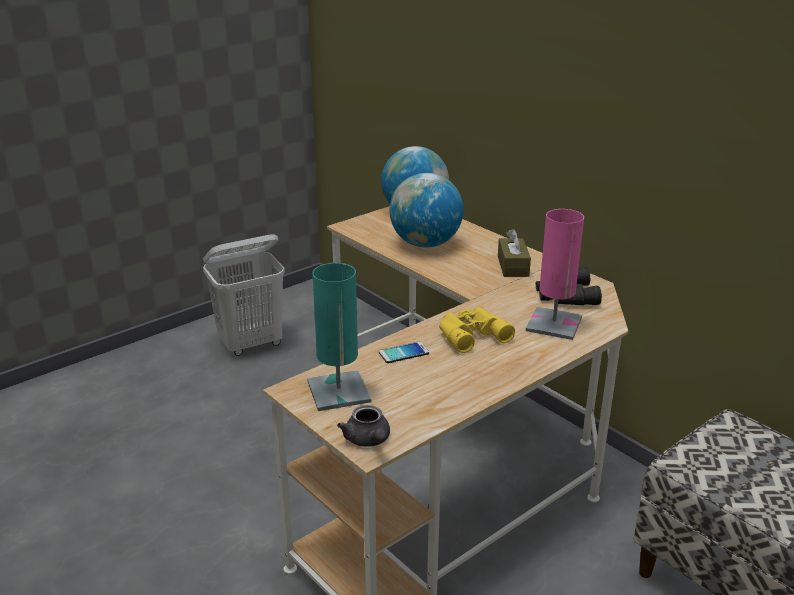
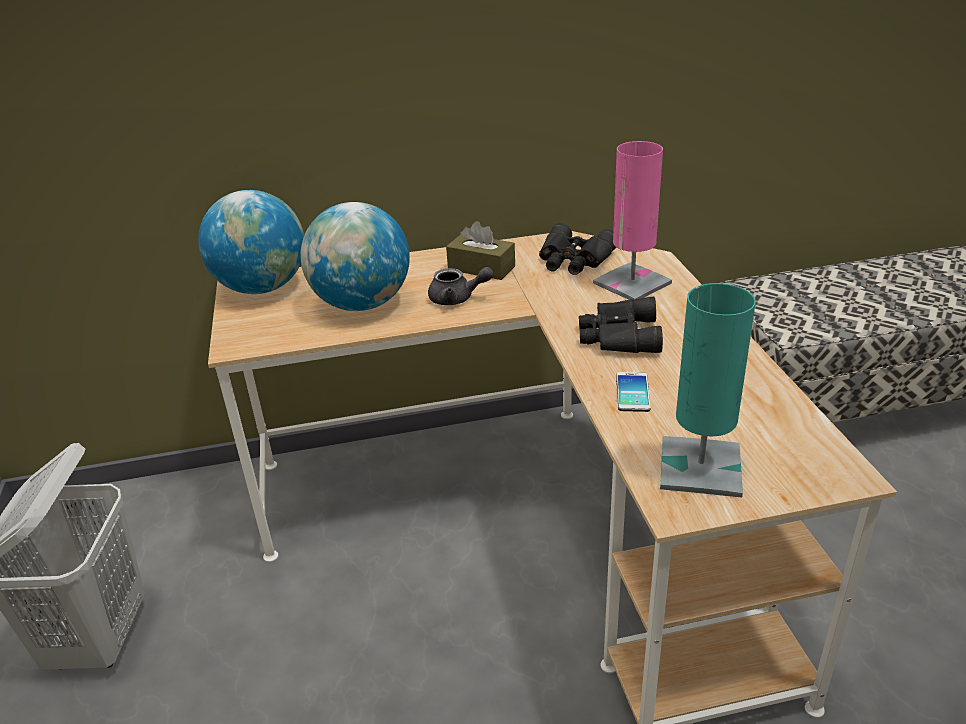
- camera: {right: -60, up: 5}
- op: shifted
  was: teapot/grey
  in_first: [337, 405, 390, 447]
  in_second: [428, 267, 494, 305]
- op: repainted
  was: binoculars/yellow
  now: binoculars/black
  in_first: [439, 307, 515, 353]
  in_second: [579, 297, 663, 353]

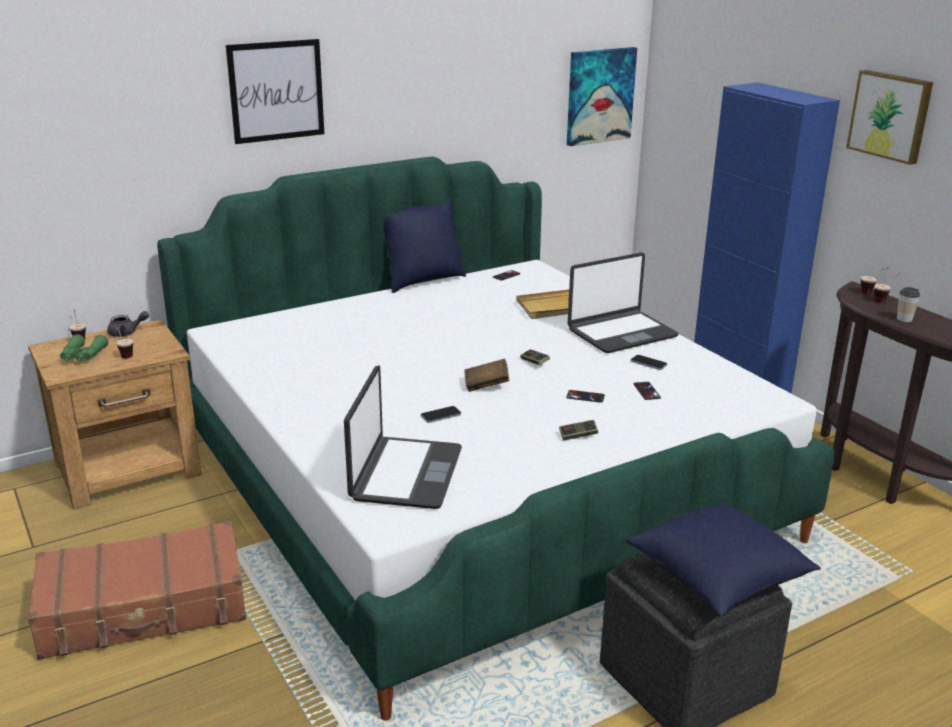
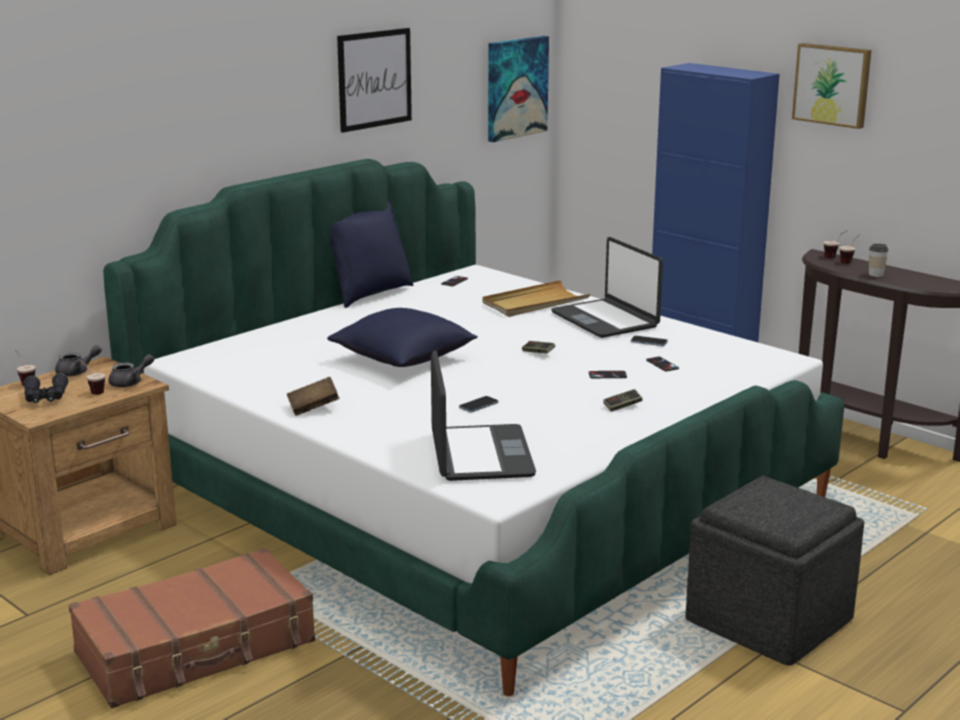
- camera: {right: -15, up: -5}
- op: repainted
  was: binoculars/green
  now: binoculars/black
  in_first: [60, 334, 108, 362]
  in_second: [24, 373, 69, 403]
- op: new
  now: teapot/grey
  in_second: [109, 354, 154, 387]
- op: shifted
  was: book/brown
  in_first: [464, 359, 509, 392]
  in_second: [287, 377, 339, 416]
- op: shifted
  was: pillow/blue
  in_first: [625, 503, 821, 616]
  in_second: [327, 308, 478, 367]
- op: shifted
  was: picture
  in_first: [226, 39, 324, 144]
  in_second: [337, 28, 412, 133]
- op: rotated
  was: laptop
  in_first: [567, 252, 679, 353]
  in_second: [551, 237, 663, 338]
  clockwise: 105

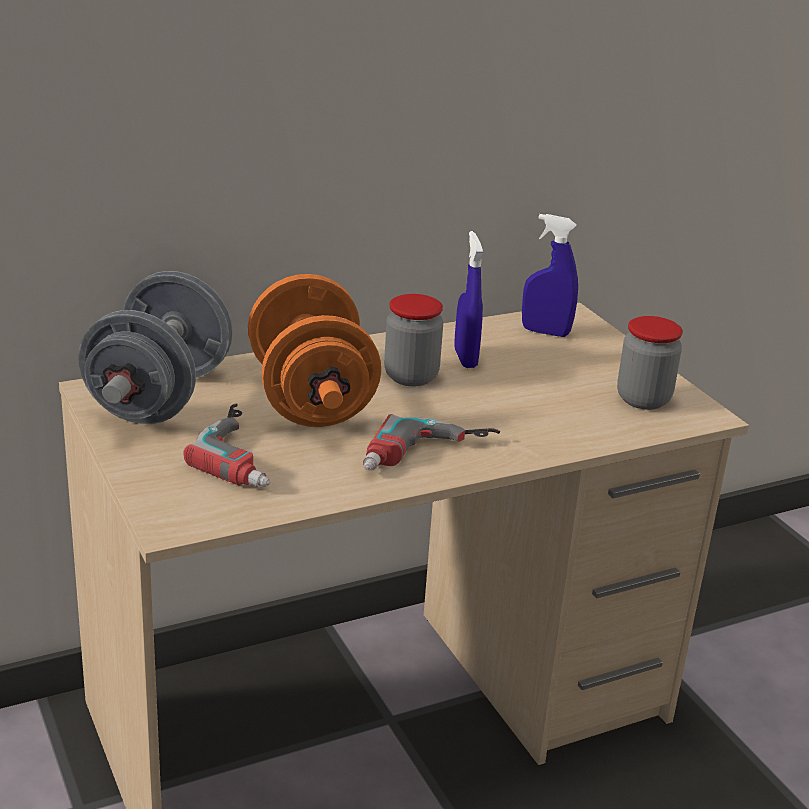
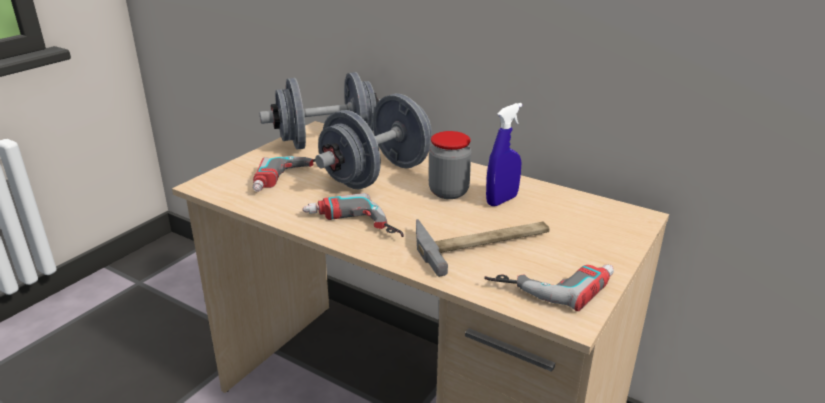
- camera: {right: 60, up: 0}
- op: repainted
  was: dumbbell/orange
  now: dumbbell/grey
  in_first: [248, 274, 381, 427]
  in_second: [315, 94, 432, 190]
- op: new
  now: hammer
  in_second: [416, 219, 550, 277]
- op: swapped
  was: jar
  now: power drill
  in_first: [617, 316, 683, 410]
  in_second: [484, 264, 614, 311]
- op: gone
  was: spray bottle/blue
  in_first: [522, 214, 578, 337]

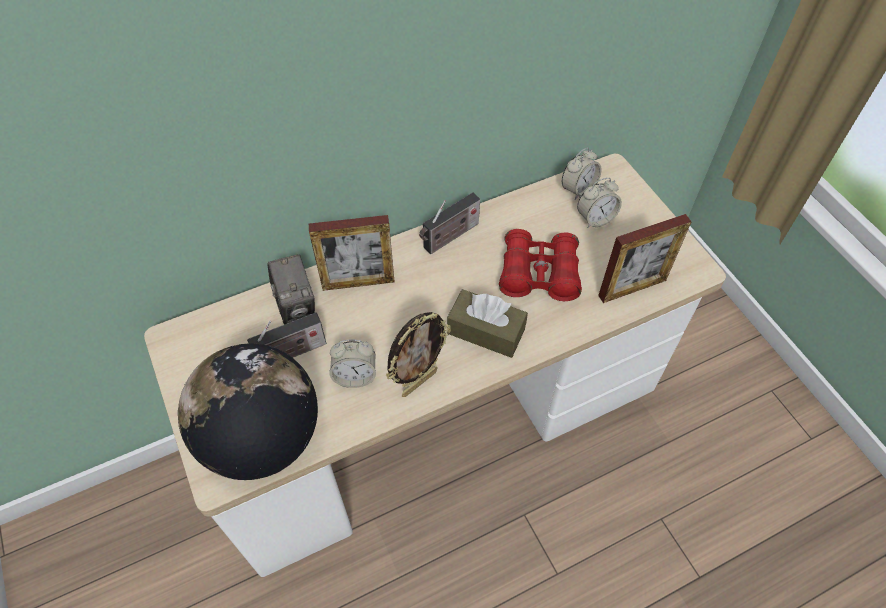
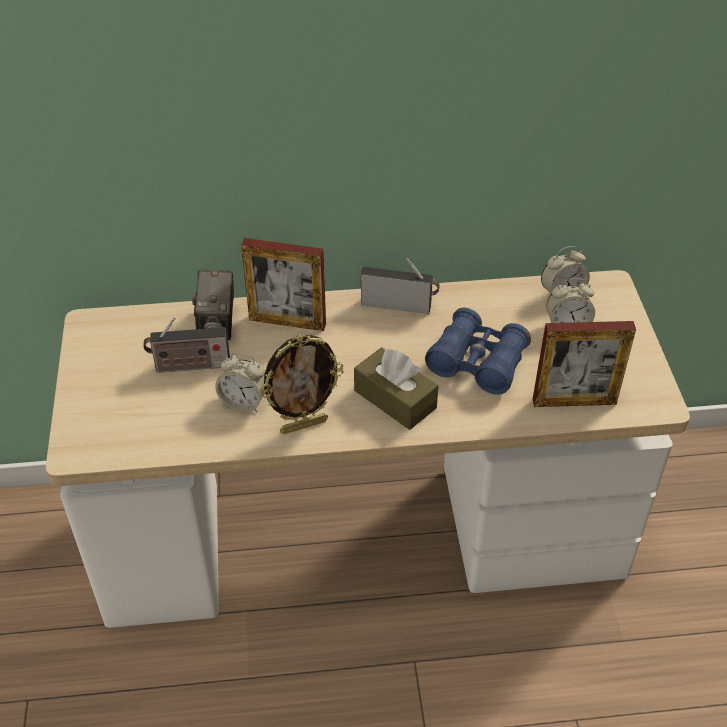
- camera: {right: 20, up: -10}
- op: rotated
  was: radio
  in_first: [419, 192, 480, 254]
  in_second: [361, 258, 440, 314]
  clockwise: -150
- op: repainted
  was: binoculars/red
  now: binoculars/blue
  in_first: [499, 229, 582, 301]
  in_second: [425, 308, 531, 395]
- op: gone
  was: globe
  in_first: [178, 343, 318, 480]

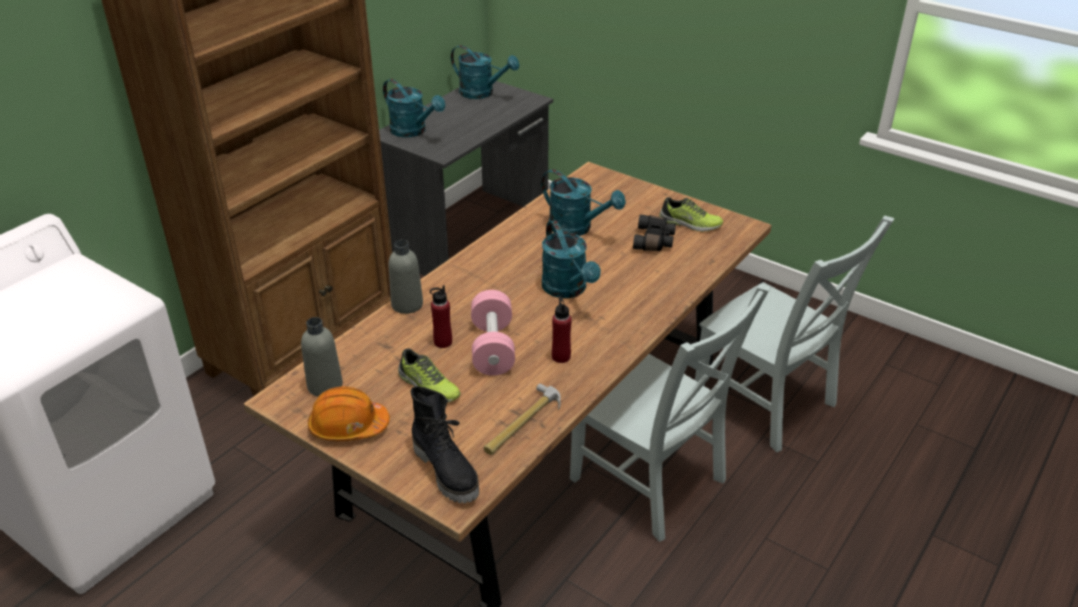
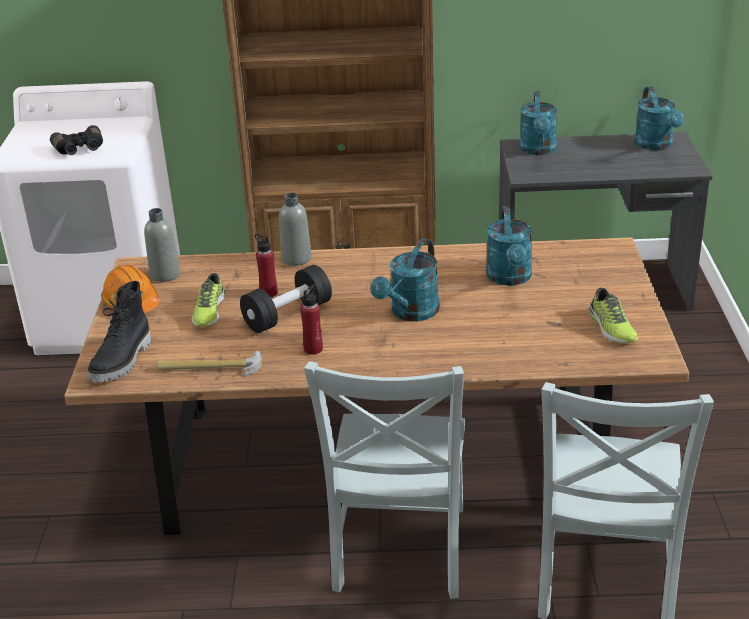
- camera: {right: 55, up: -5}
- op: shifted
  was: binoculars/black
  in_first: [633, 215, 676, 251]
  in_second: [50, 125, 103, 155]
- op: repainted
  was: dumbbell/pink
  now: dumbbell/black
  in_first: [471, 290, 515, 376]
  in_second: [240, 265, 332, 333]

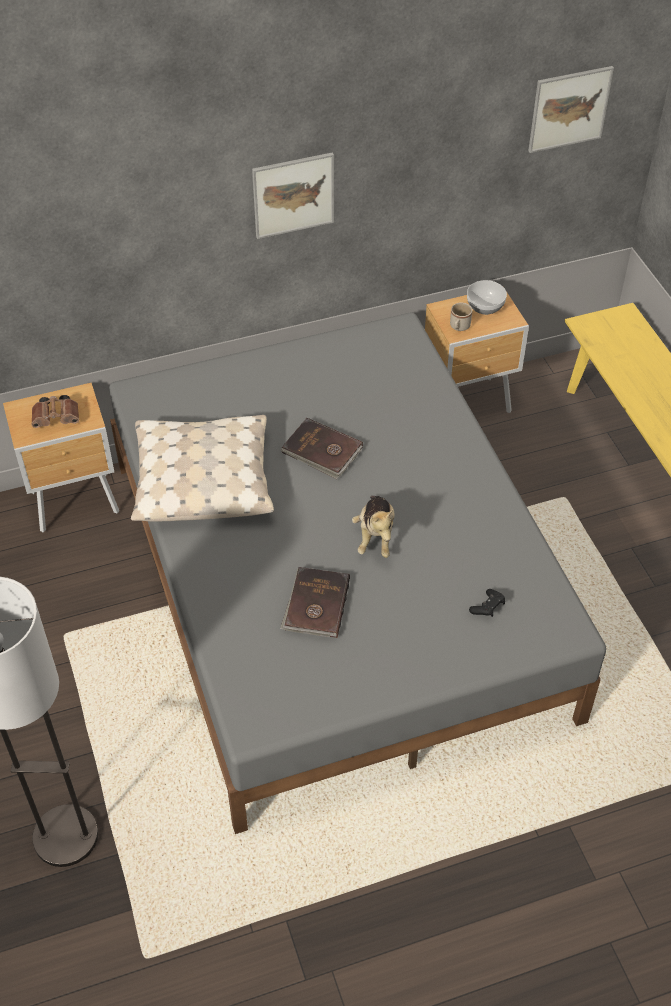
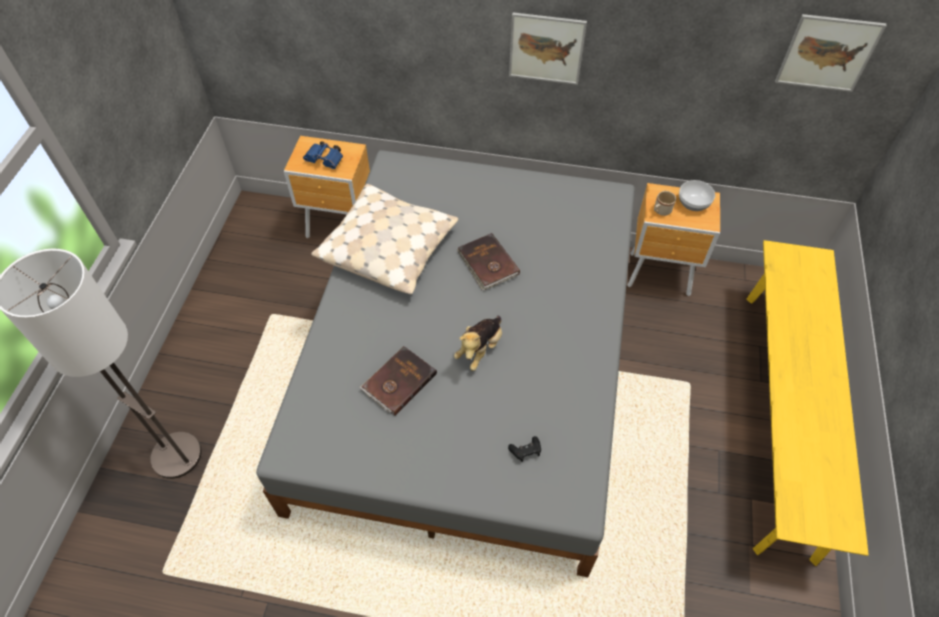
- camera: {right: 30, up: 5}
- op: repainted
  was: binoculars/brown
  now: binoculars/blue
  in_first: [31, 395, 79, 428]
  in_second: [303, 141, 343, 169]

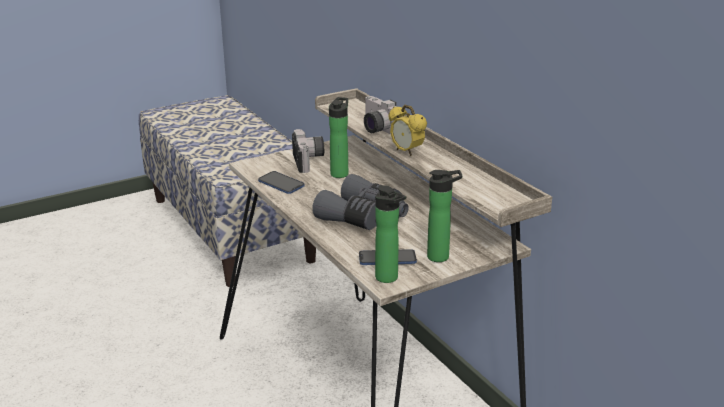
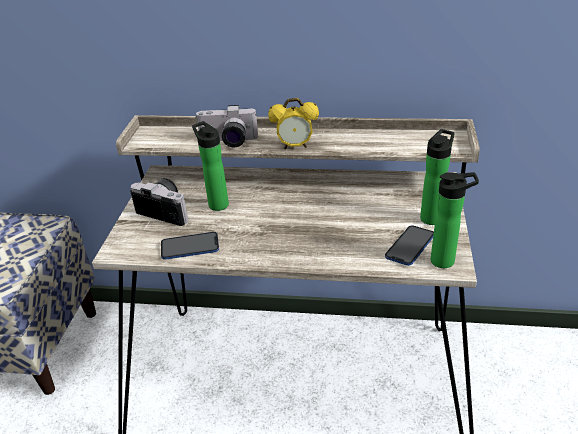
- camera: {right: -50, up: 10}
- op: gone
  was: binoculars/grey
  in_first: [312, 174, 409, 230]

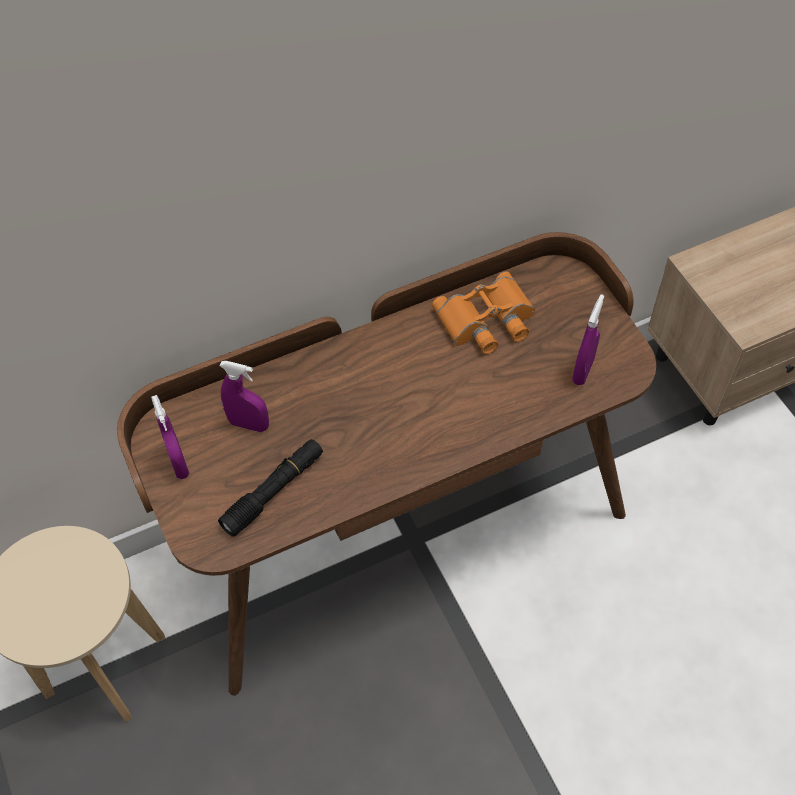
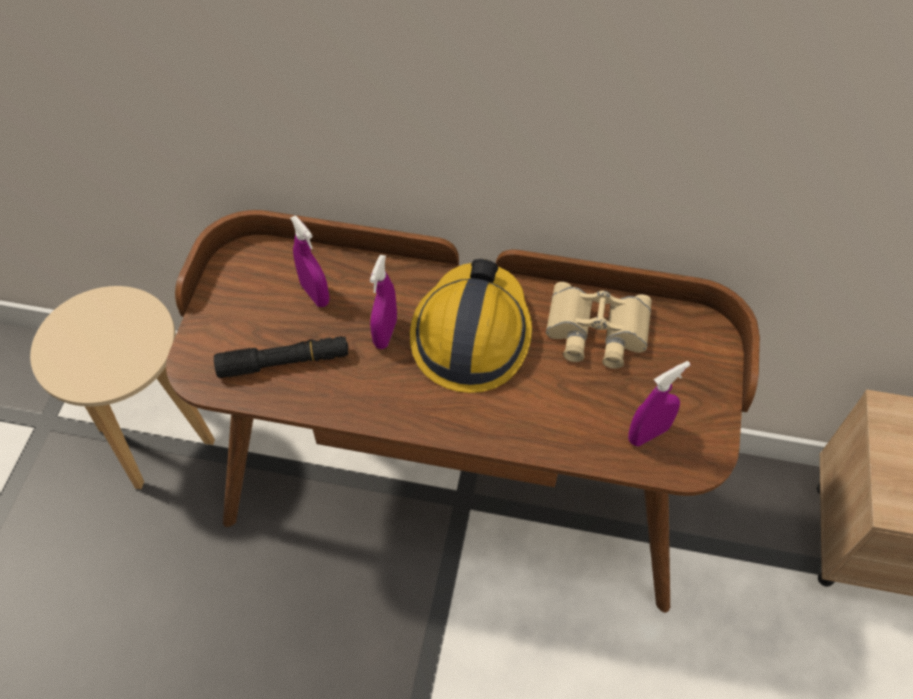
- camera: {right: 35, up: 0}
- op: shifted
  was: spray bottle/purple
  in_first: [151, 395, 189, 479]
  in_second: [370, 255, 397, 349]
- op: new
  now: hard hat
  in_second: [410, 259, 532, 393]
- op: repainted
  was: binoculars/orange
  now: binoculars/beige
  in_first: [432, 271, 535, 354]
  in_second: [546, 282, 652, 369]

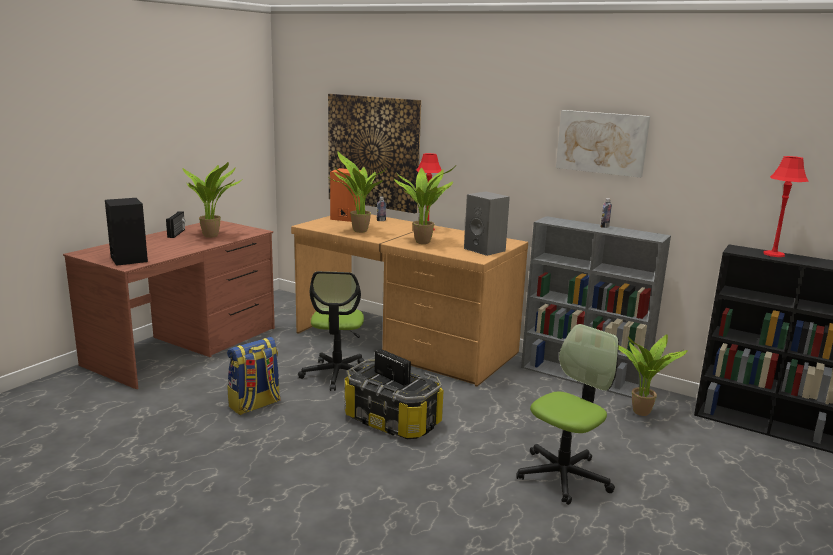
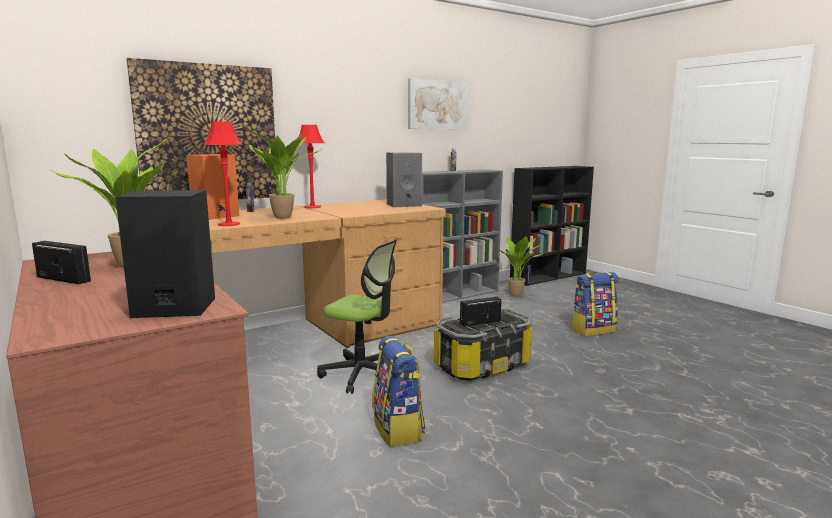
- camera: {right: -65, up: -5}
- op: shifted
  was: table lamp/red
  in_first: [763, 156, 809, 257]
  in_second: [203, 121, 243, 226]
- op: swapped
  was: office chair
  now: backpack
  in_first: [516, 324, 619, 505]
  in_second: [571, 272, 618, 336]
- op: gone
  was: potted plant
  in_first: [394, 164, 457, 244]

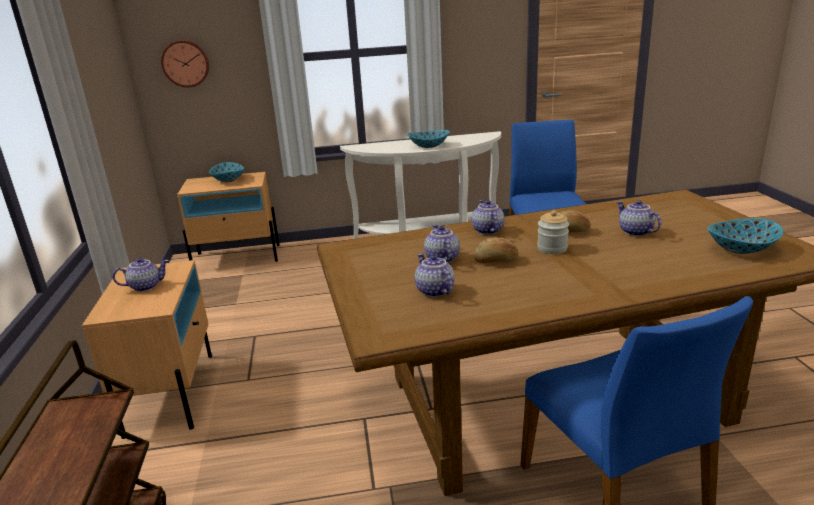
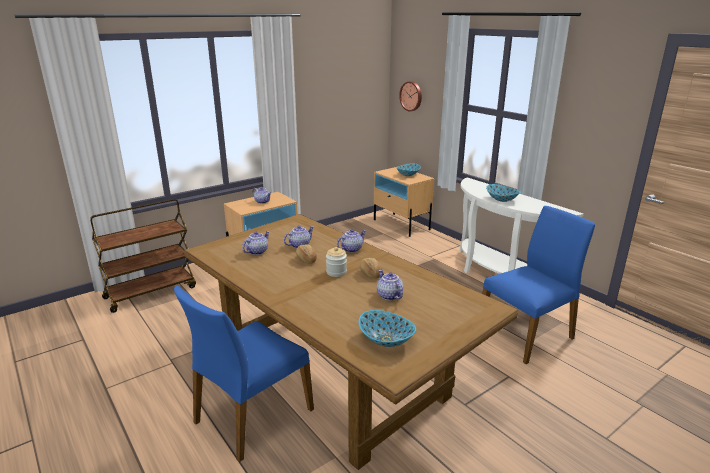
- camera: {right: 60, up: 0}
- op: rotated
  was: teapot
  in_first: [617, 200, 661, 236]
  in_second: [377, 270, 403, 300]
  clockwise: -60

